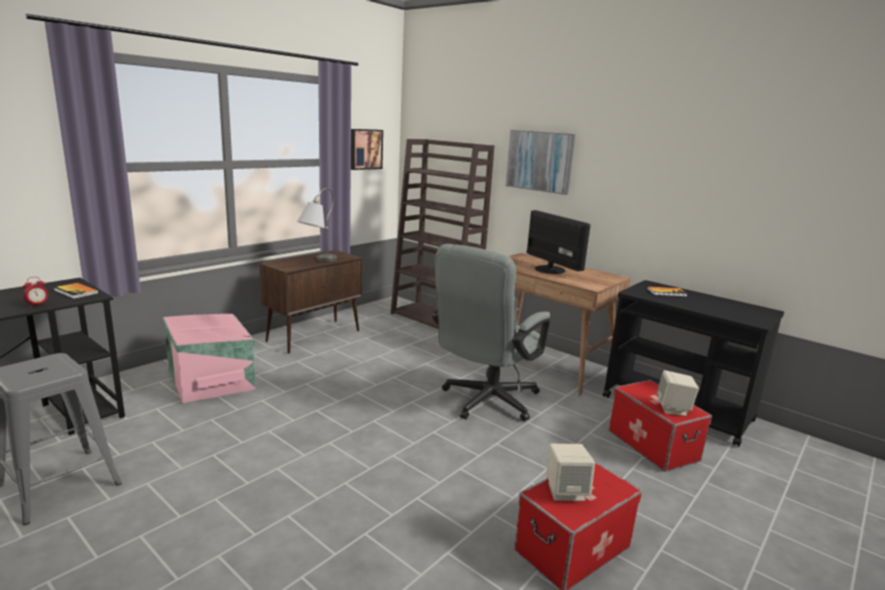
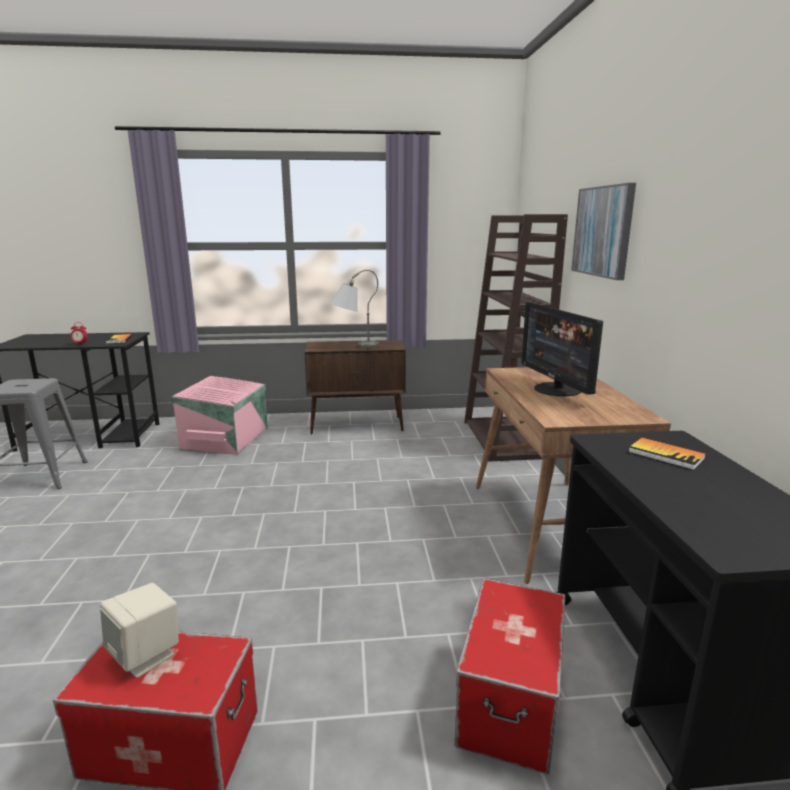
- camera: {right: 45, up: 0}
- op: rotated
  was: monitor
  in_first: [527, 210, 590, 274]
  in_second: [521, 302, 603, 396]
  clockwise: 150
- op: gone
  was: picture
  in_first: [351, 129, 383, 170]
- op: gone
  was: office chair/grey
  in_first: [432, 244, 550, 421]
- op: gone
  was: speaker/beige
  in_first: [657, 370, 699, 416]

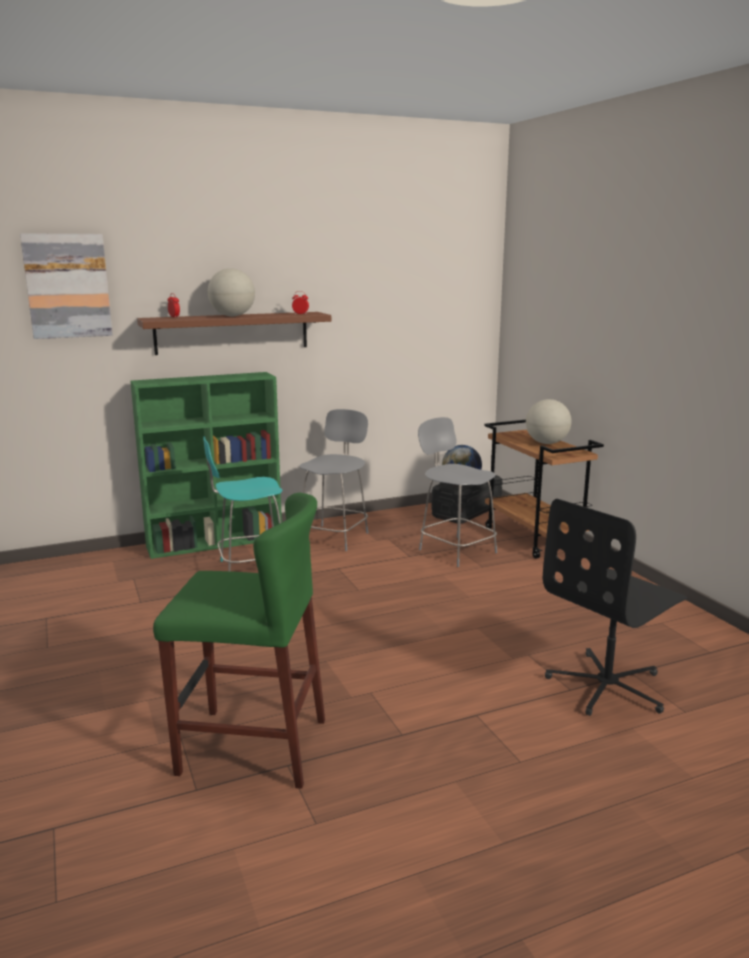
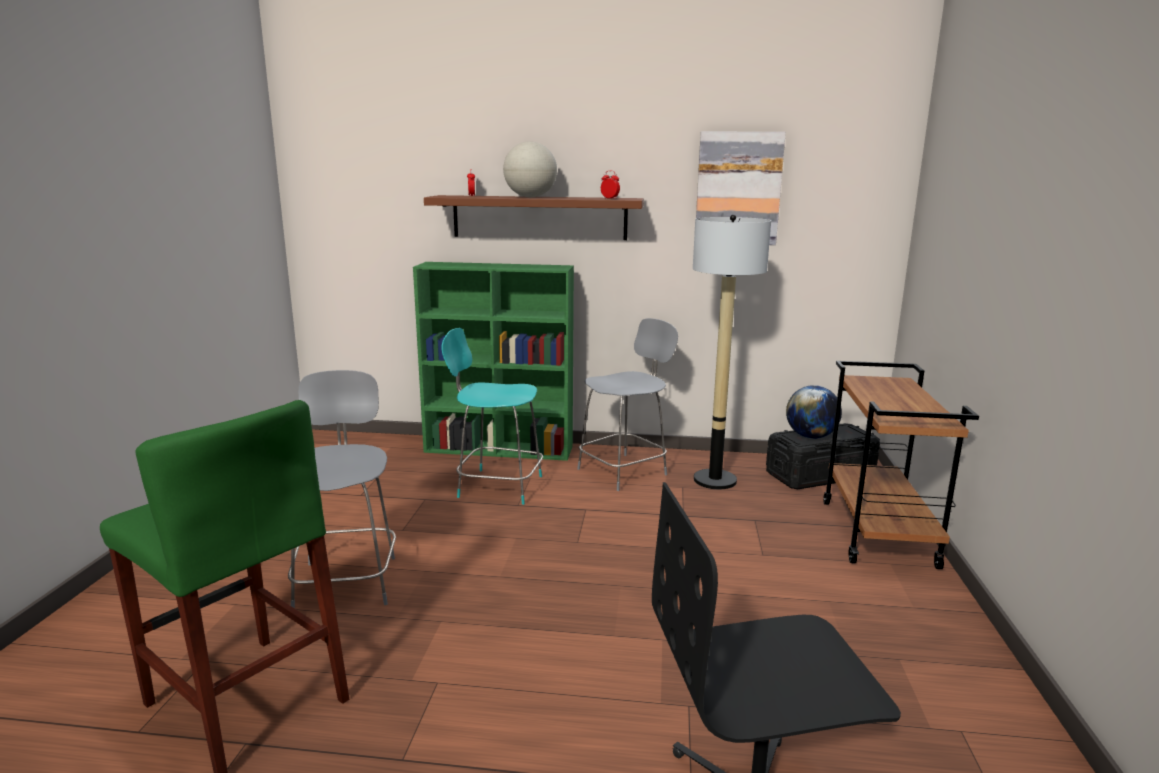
- camera: {right: 30, up: 0}
- op: shifted
  was: chair/grey
  in_first: [418, 417, 497, 567]
  in_second: [288, 370, 396, 608]
- op: new
  now: floor lamp
  in_second: [693, 215, 771, 489]
- op: shifted
  was: picture
  in_first: [20, 233, 113, 339]
  in_second: [696, 131, 786, 245]
- op: gone
  was: globe
  in_first: [526, 399, 571, 444]

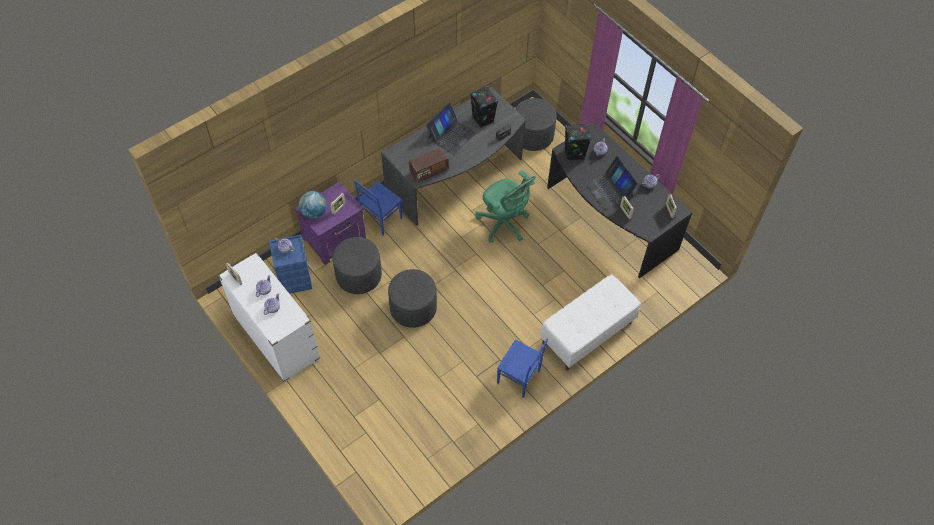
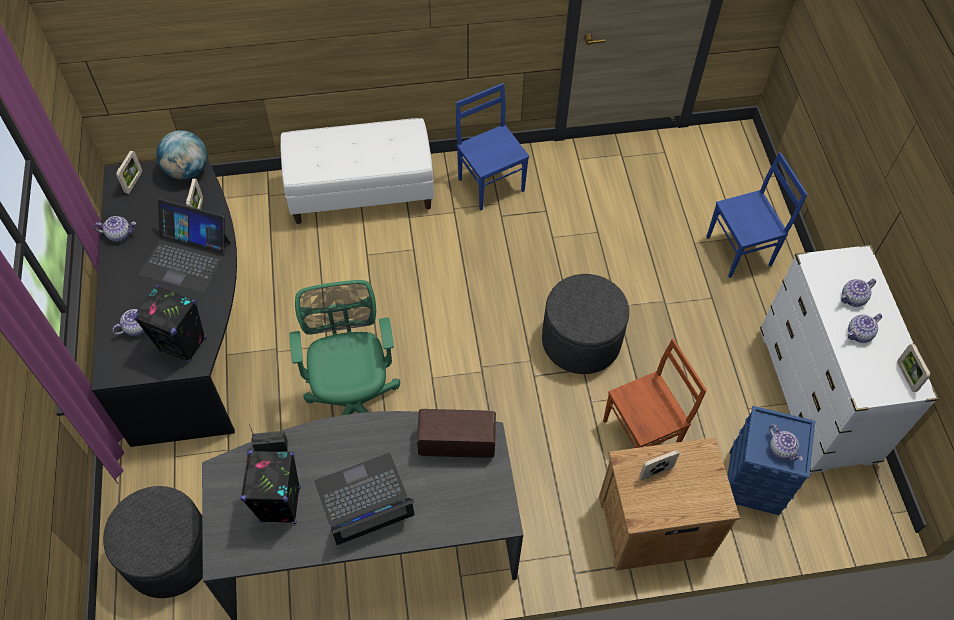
- camera: {right: -150, up: 0}
- op: rotated
  was: laptop
  in_first: [584, 156, 638, 209]
  in_second: [139, 199, 230, 293]
  clockwise: 105
- op: shifted
  was: globe
  in_first: [299, 191, 327, 219]
  in_second: [156, 130, 207, 180]
- op: repainted
  was: nightstand/purple
  now: nightstand/brown
  in_first: [295, 182, 366, 265]
  in_second: [599, 437, 740, 571]
- op: swapped
  was: ottoman/grey
  now: chair/brown
  in_first: [332, 237, 382, 294]
  in_second: [603, 339, 707, 448]
- op: shifted
  was: chair/blue
  in_first: [354, 180, 402, 235]
  in_second: [706, 152, 808, 278]

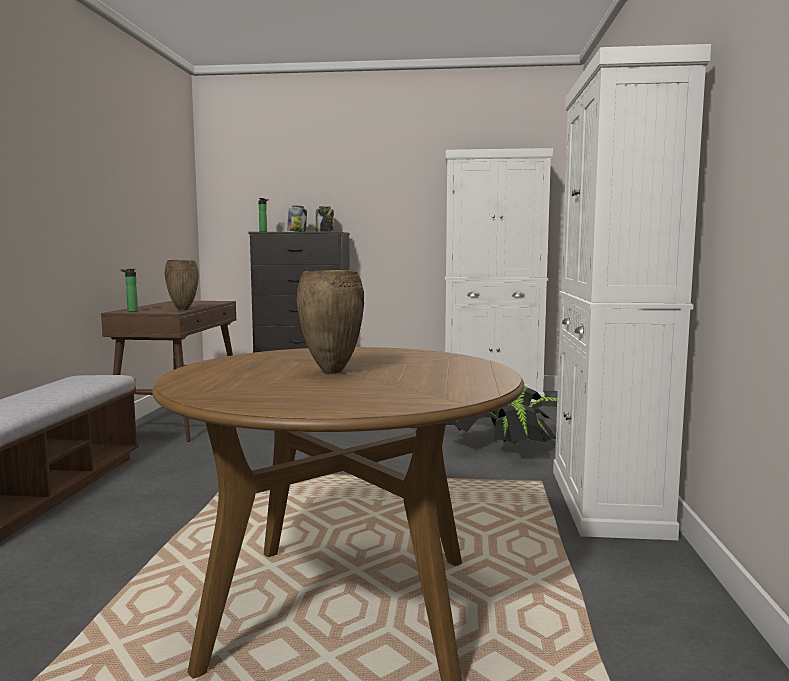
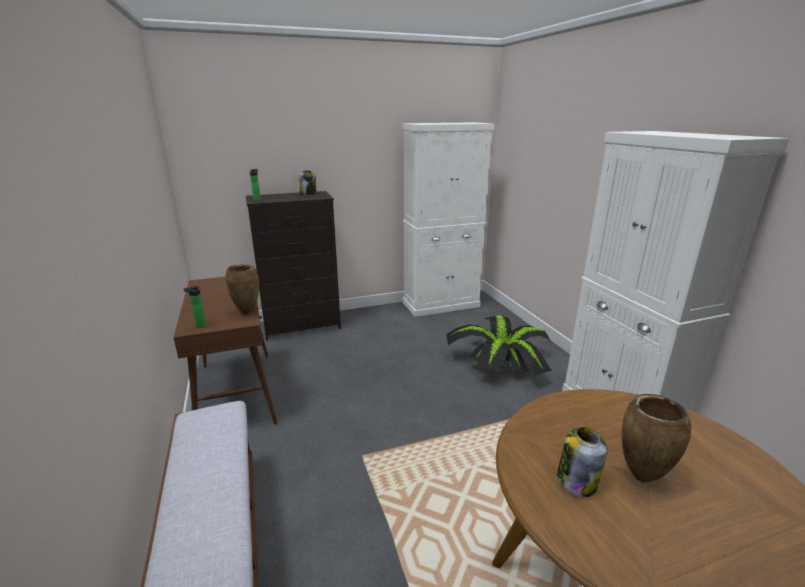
- camera: {right: -25, up: 15}
- op: shifted
  was: jar
  in_first: [287, 205, 307, 232]
  in_second: [557, 427, 607, 497]

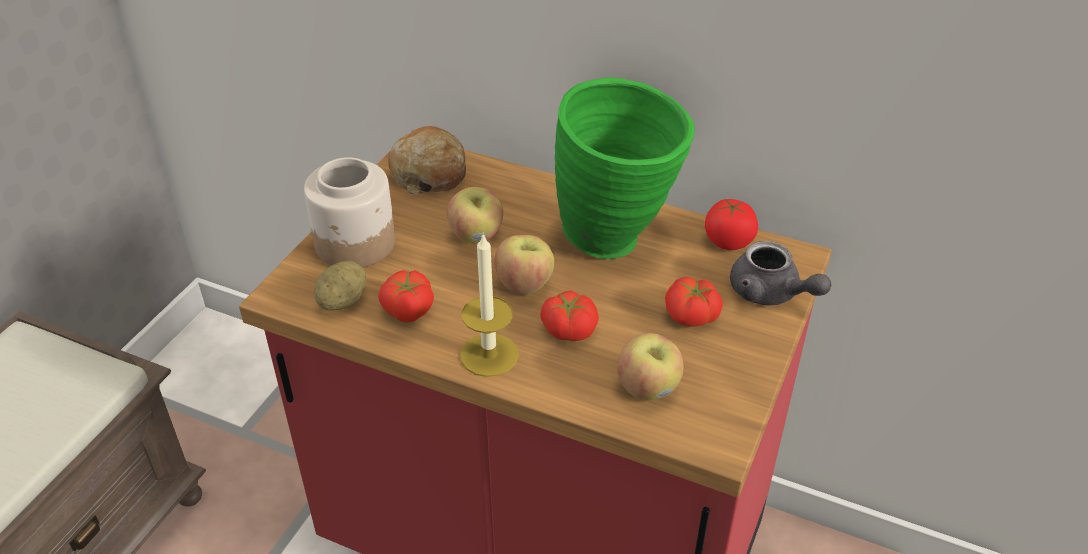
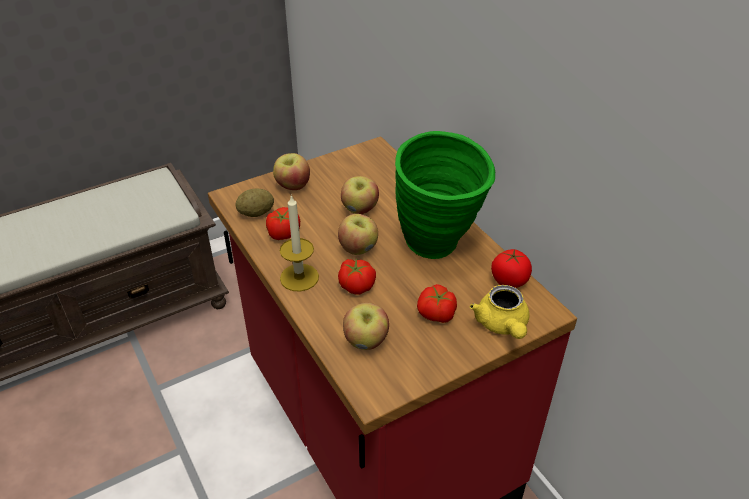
- camera: {right: 35, up: 0}
- op: swapped
  was: jar
  now: apple
  in_first: [304, 157, 395, 268]
  in_second: [273, 153, 310, 190]
- op: repainted
  was: teapot/grey
  now: teapot/yellow
  in_first: [730, 241, 831, 306]
  in_second: [470, 285, 529, 339]
- op: gone
  was: bread
  in_first: [388, 126, 466, 194]

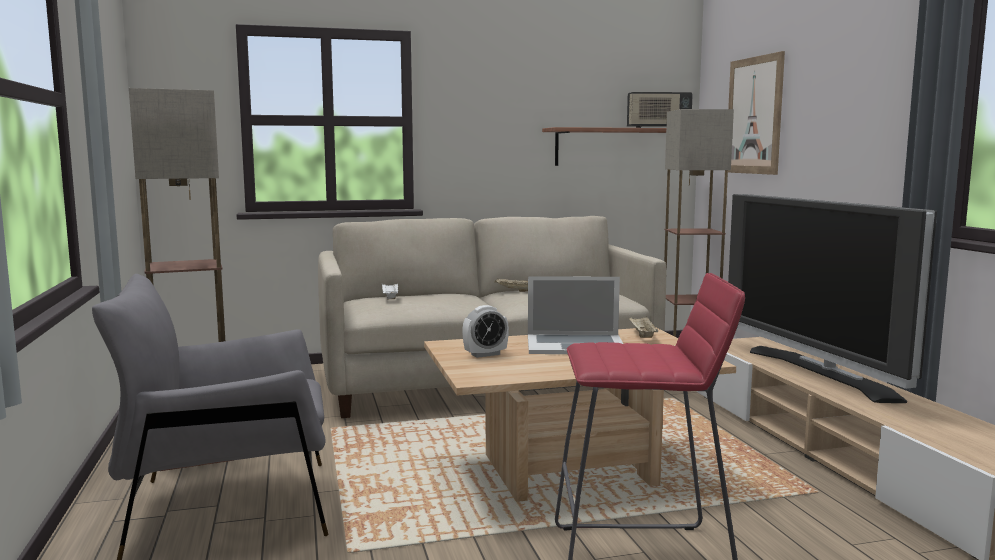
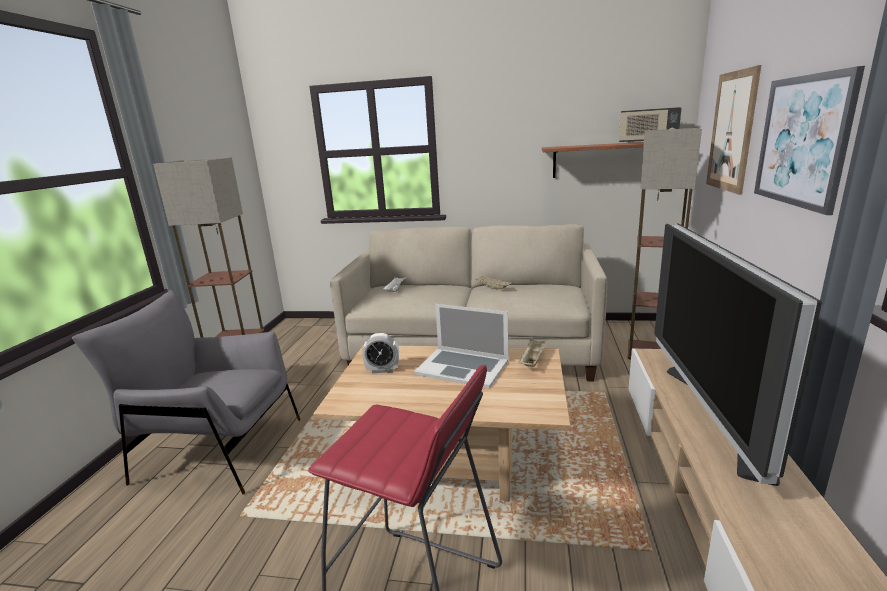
- camera: {right: 25, up: 10}
- op: new
  now: picture
  in_second: [754, 66, 865, 215]

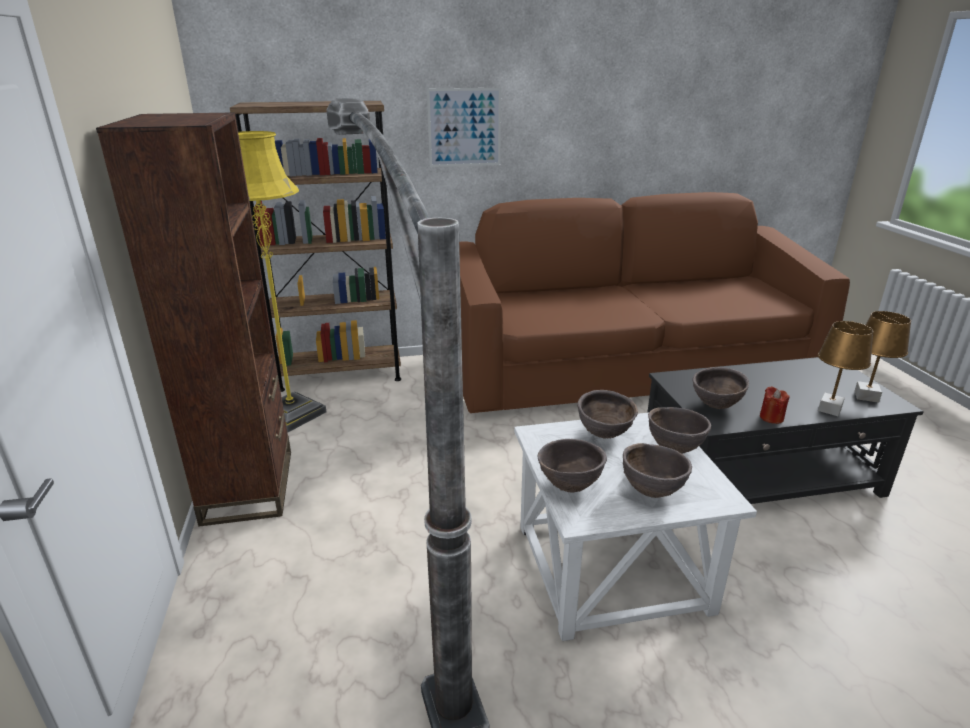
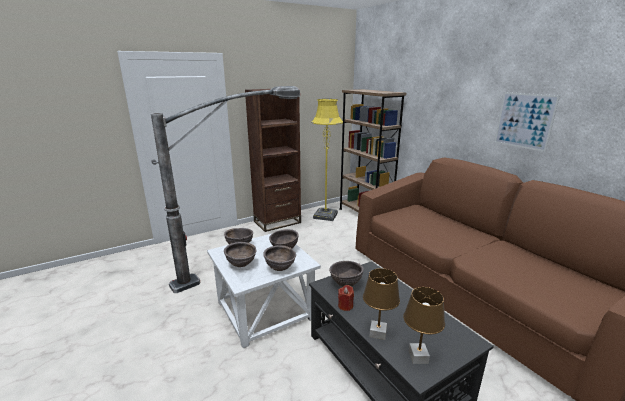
- camera: {right: 70, up: -5}
- op: shifted
  was: picture
  in_first: [427, 88, 501, 167]
  in_second: [494, 92, 560, 152]

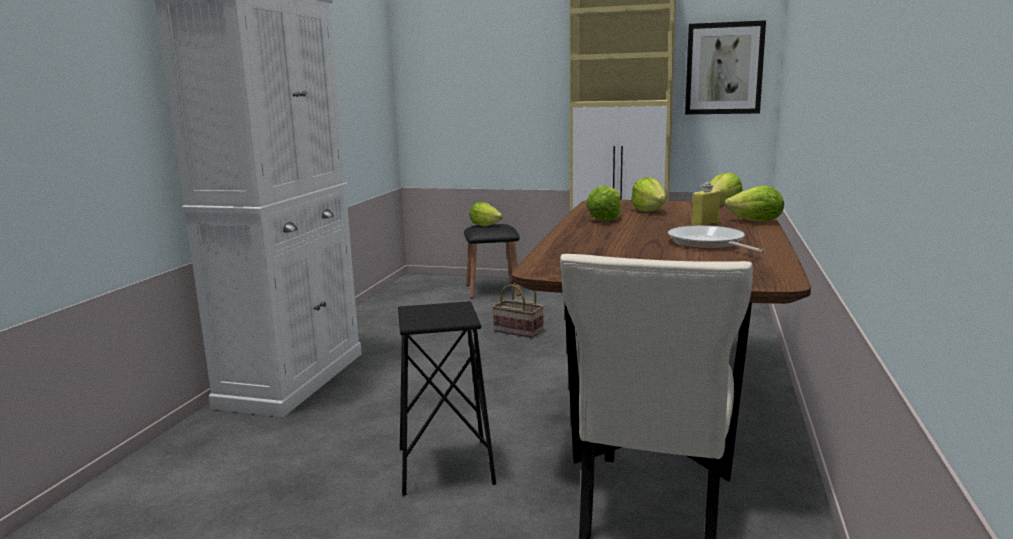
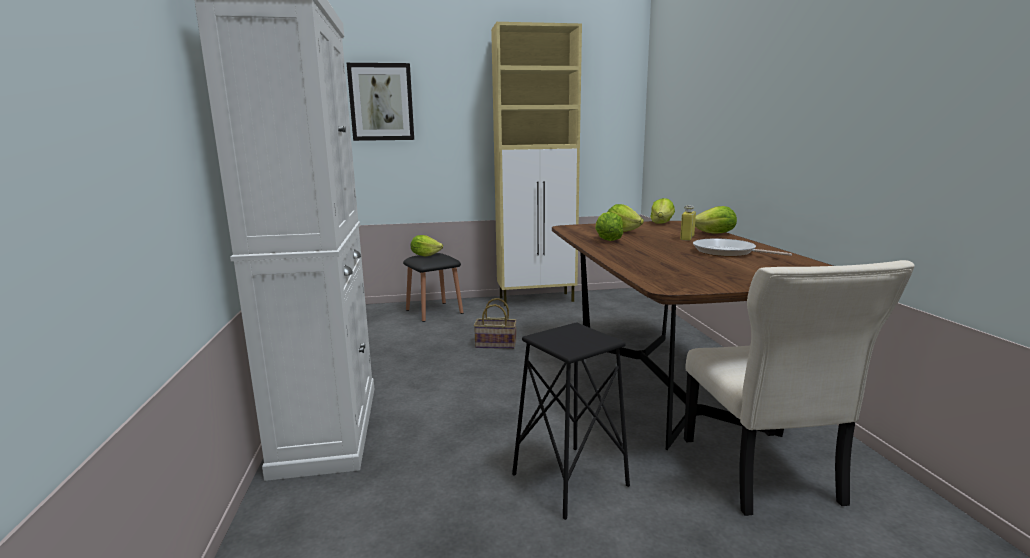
- camera: {right: -25, up: 0}
- op: shifted
  was: picture
  in_first: [685, 20, 766, 114]
  in_second: [347, 63, 414, 141]

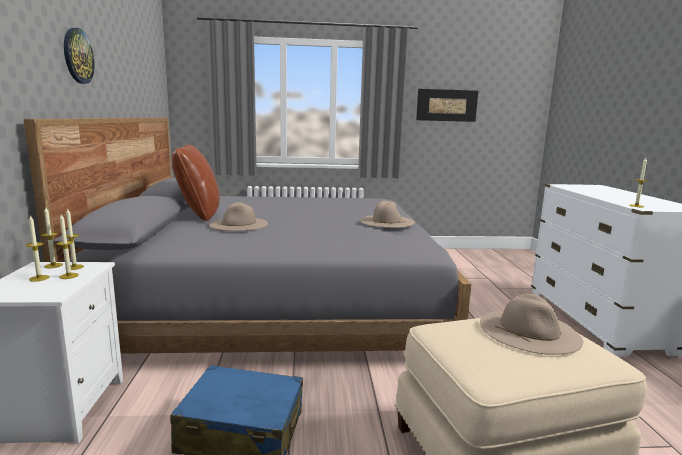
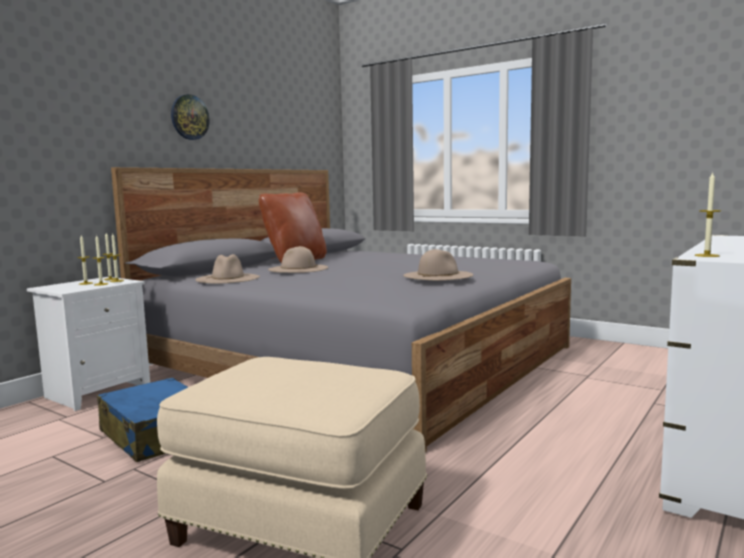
- camera: {right: 40, up: -5}
- op: shifted
  was: hat/beige
  in_first: [480, 294, 583, 355]
  in_second: [195, 254, 260, 284]
- op: gone
  was: picture
  in_first: [416, 89, 478, 122]

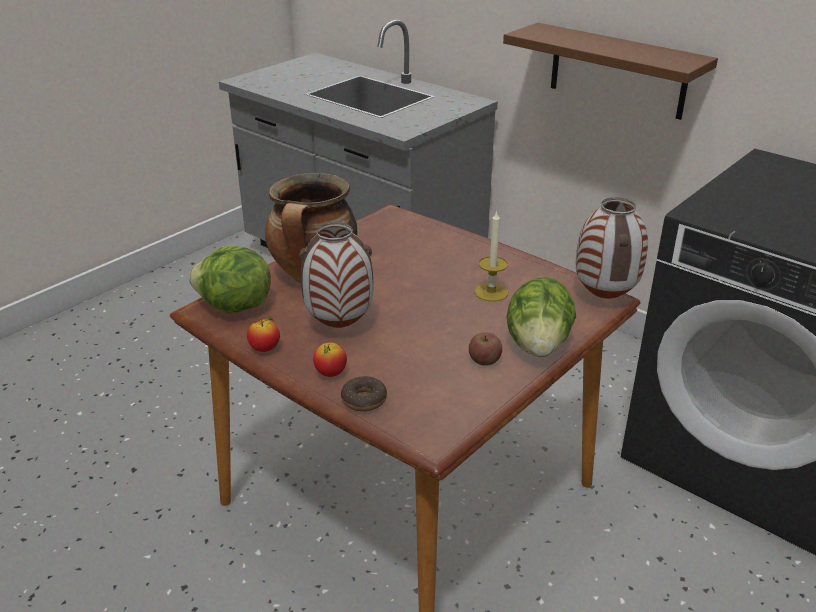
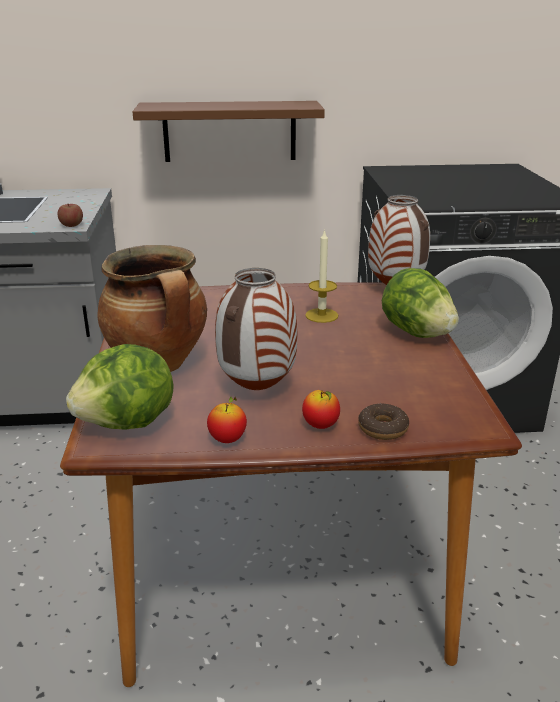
- camera: {right: -45, up: -5}
- op: shifted
  was: apple
  in_first: [469, 332, 502, 366]
  in_second: [57, 204, 83, 227]

